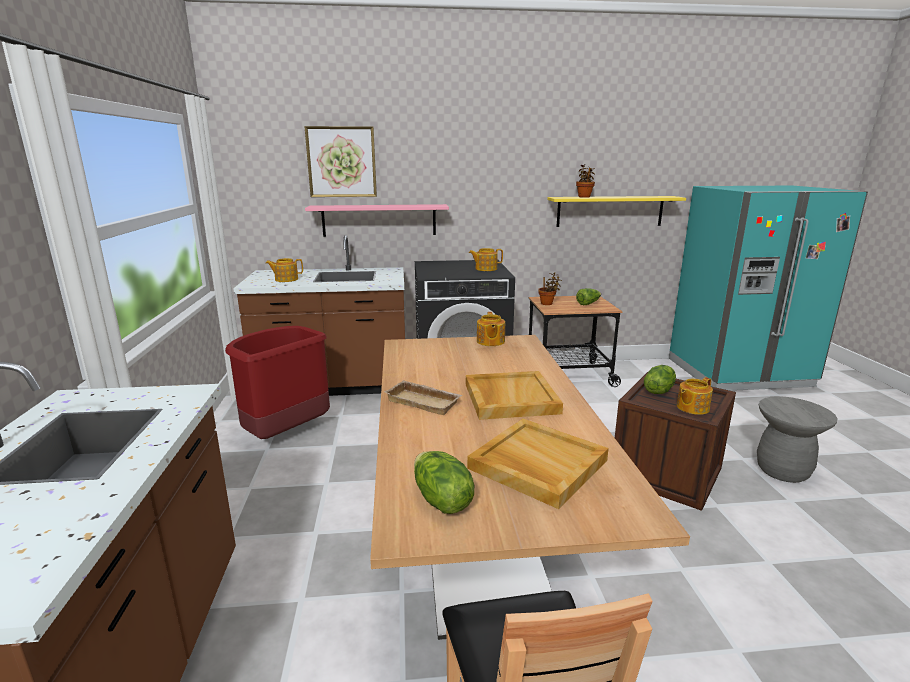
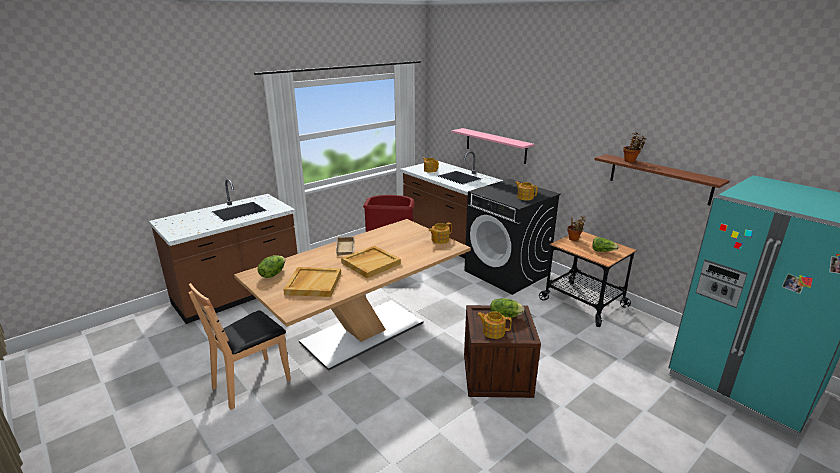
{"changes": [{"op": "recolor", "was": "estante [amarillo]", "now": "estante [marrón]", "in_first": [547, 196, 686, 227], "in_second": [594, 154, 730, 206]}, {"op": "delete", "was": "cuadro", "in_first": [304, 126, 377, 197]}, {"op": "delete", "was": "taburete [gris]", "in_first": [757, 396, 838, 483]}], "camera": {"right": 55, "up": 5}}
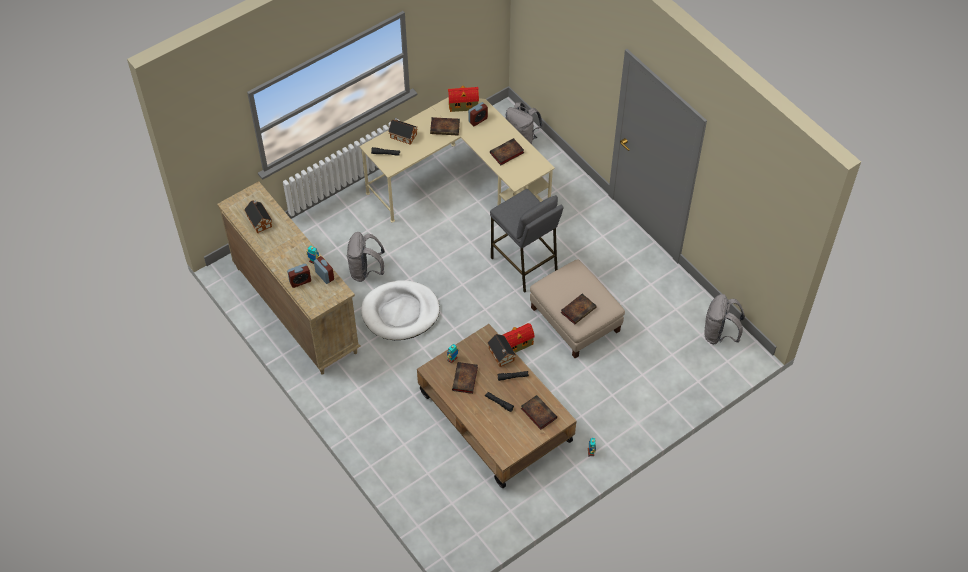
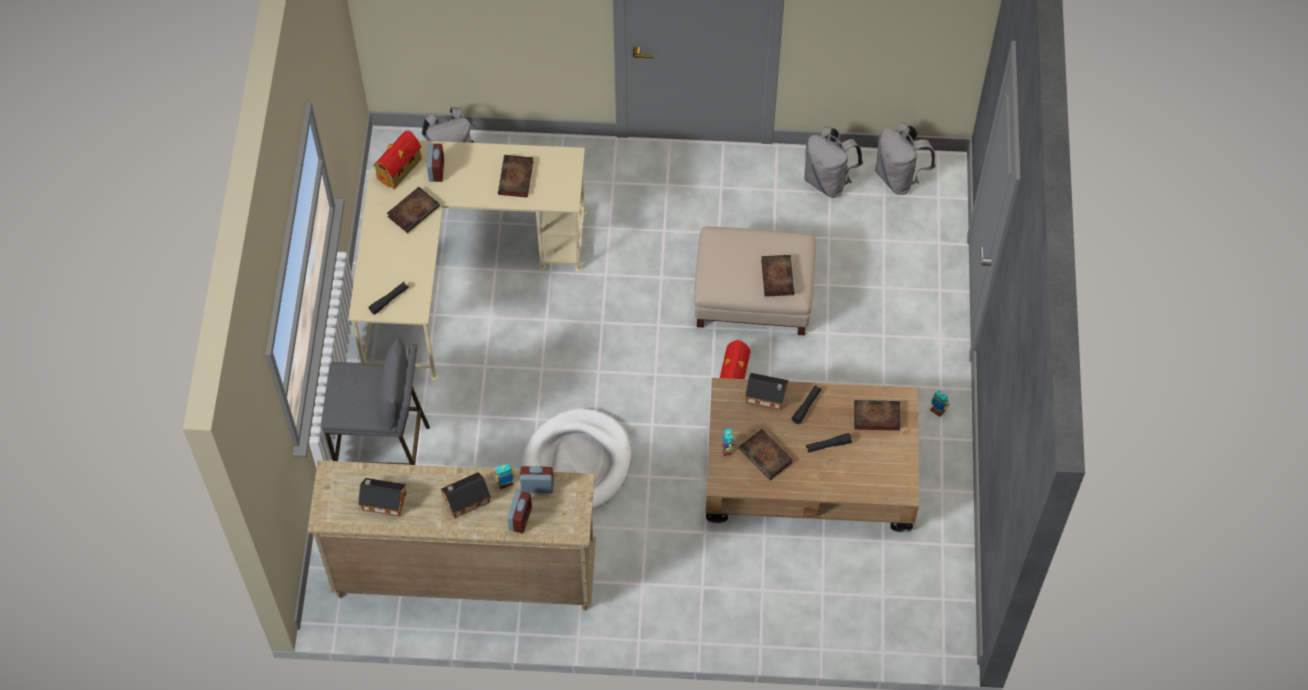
{"changes": [{"op": "move", "was": "taburete [gris]", "in_first": [490, 189, 564, 293], "in_second": [321, 339, 430, 465]}, {"op": "move", "was": "casita", "in_first": [388, 118, 417, 145], "in_second": [441, 472, 491, 518]}, {"op": "move", "was": "mochila [gris]", "in_first": [347, 232, 385, 282], "in_second": [804, 127, 863, 198]}], "camera": {"right": -50, "up": 5}}
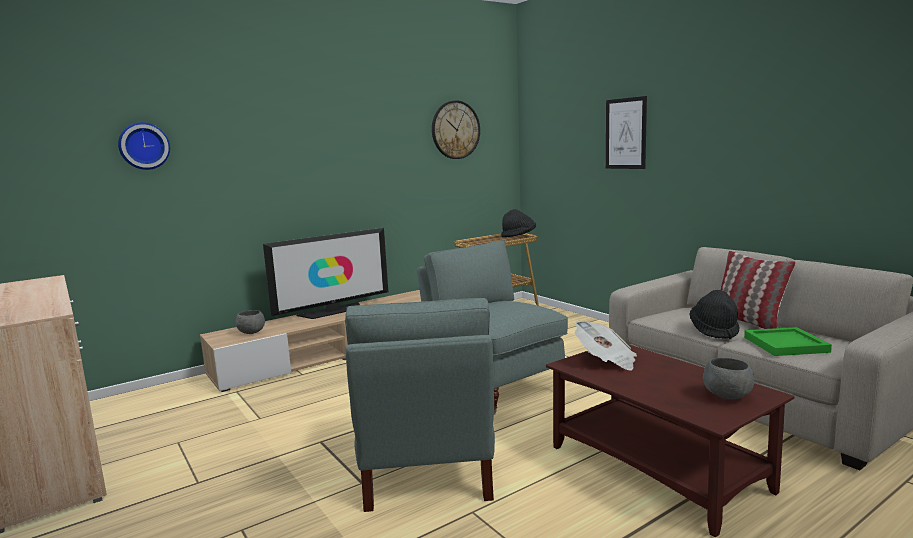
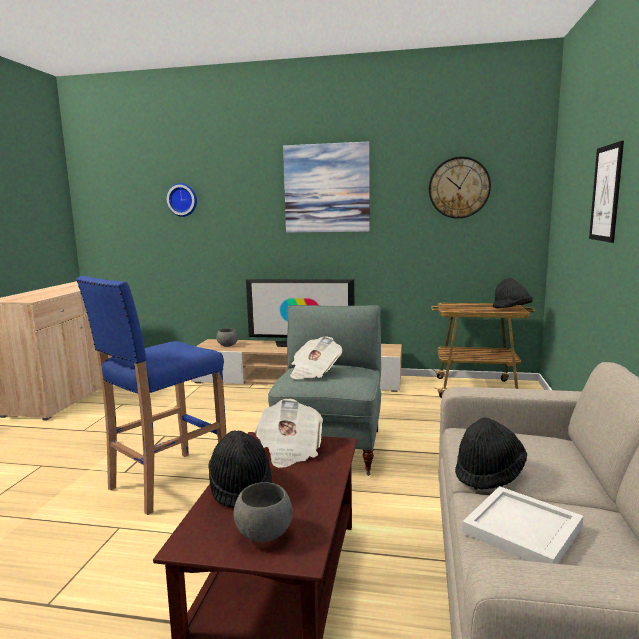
{"changes": [{"op": "replace", "was": "sillón [gris]", "now": "taburete [azul]", "in_first": [345, 298, 495, 512], "in_second": [76, 276, 226, 515]}, {"op": "insert", "now": "sombrero [negro]", "in_second": [208, 430, 272, 508]}, {"op": "insert", "now": "cuadro", "in_second": [283, 142, 370, 233]}, {"op": "insert", "now": "periódico", "in_second": [290, 336, 342, 379]}, {"op": "recolor", "was": "bandeja [verde]", "now": "bandeja [blanco]", "in_first": [744, 327, 832, 356], "in_second": [462, 486, 583, 564]}, {"op": "delete", "was": "cojín", "in_first": [720, 251, 796, 329]}], "camera": {"right": 45, "up": 0}}
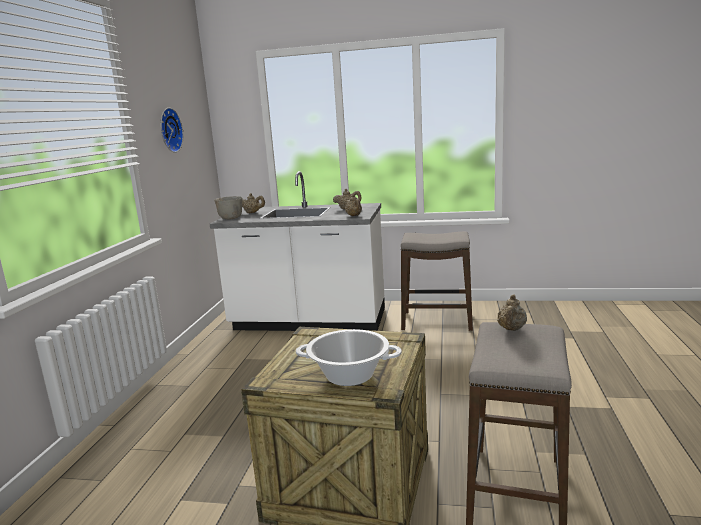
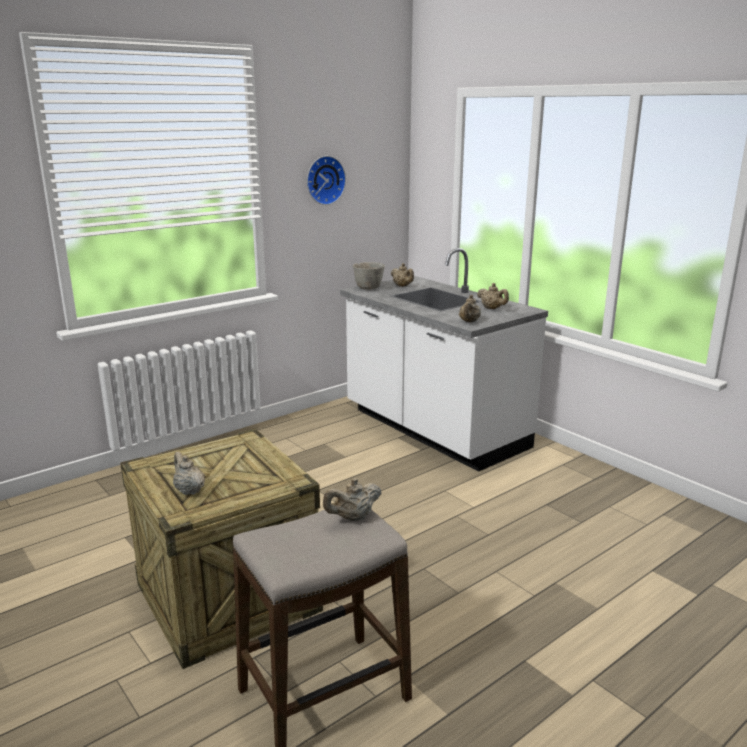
{"changes": [{"op": "replace", "was": "olla", "now": "tetera [beis]", "in_first": [296, 329, 402, 386], "in_second": [173, 451, 205, 495]}, {"op": "delete", "was": "taburete", "in_first": [401, 231, 473, 331]}], "camera": {"right": 40, "up": 5}}
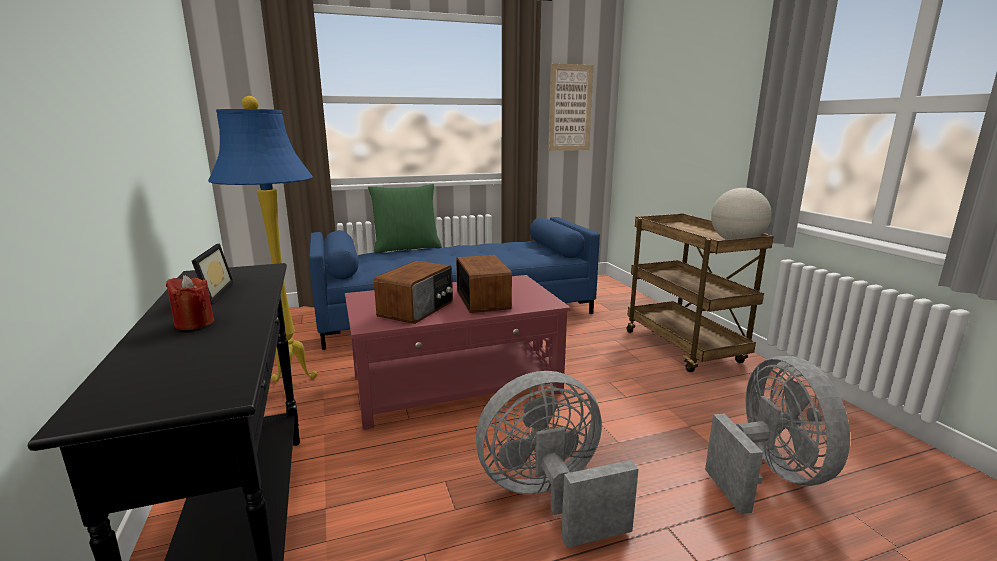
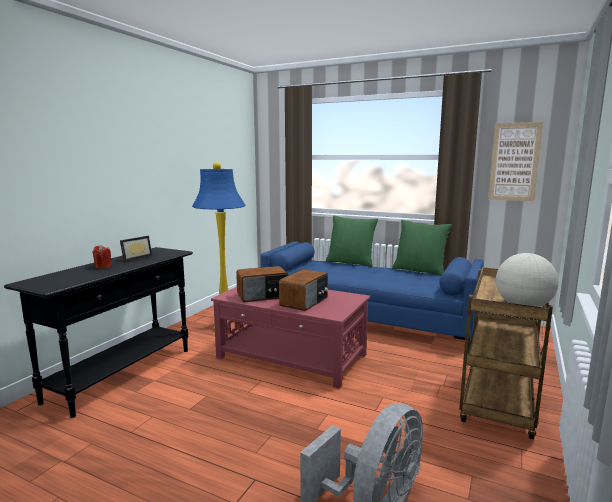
{"changes": [{"op": "insert", "now": "cojín [verde]", "in_second": [392, 220, 452, 276]}, {"op": "delete", "was": "ventilador [gris]", "in_first": [476, 371, 639, 548]}], "camera": {"right": 45, "up": -5}}
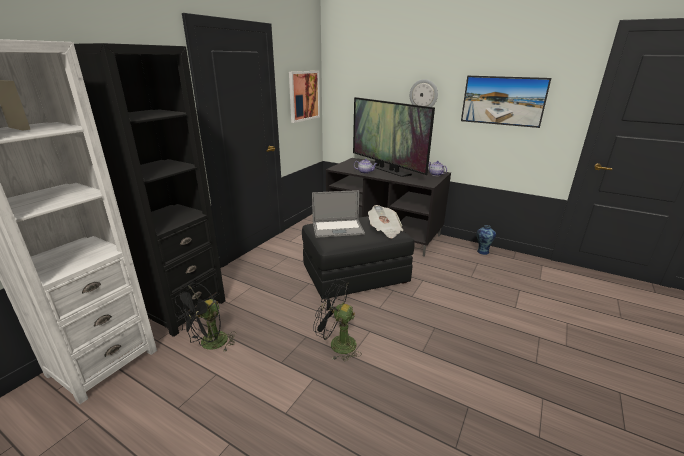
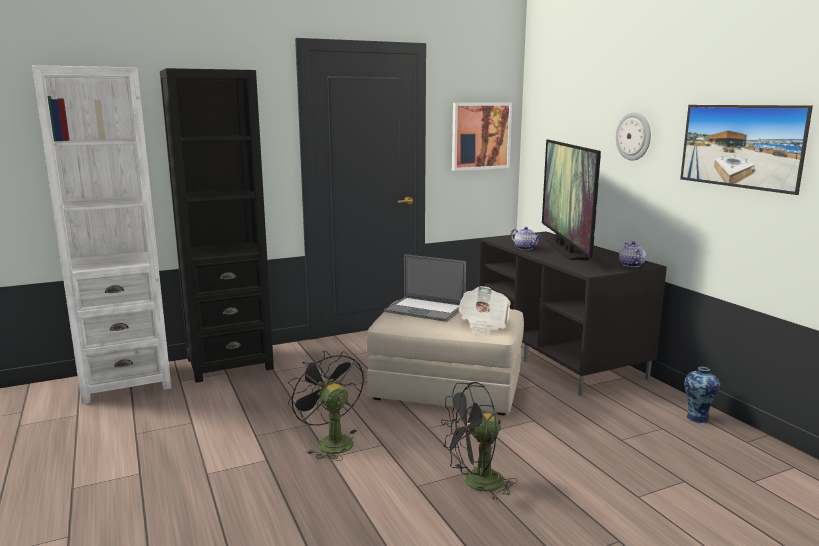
{"changes": [{"op": "recolor", "was": "puf [negro]", "now": "puf [beis]", "in_first": [302, 216, 414, 299], "in_second": [367, 300, 524, 415]}, {"op": "move", "was": "ventilador [negro]", "in_first": [175, 283, 236, 351], "in_second": [441, 382, 517, 500]}], "camera": {"right": 35, "up": -10}}
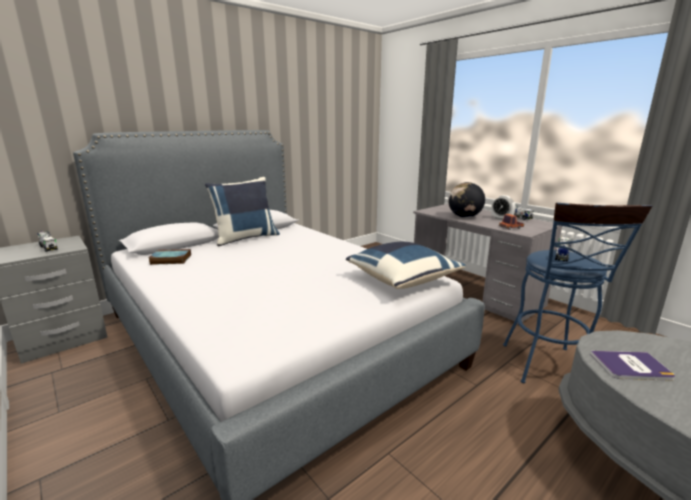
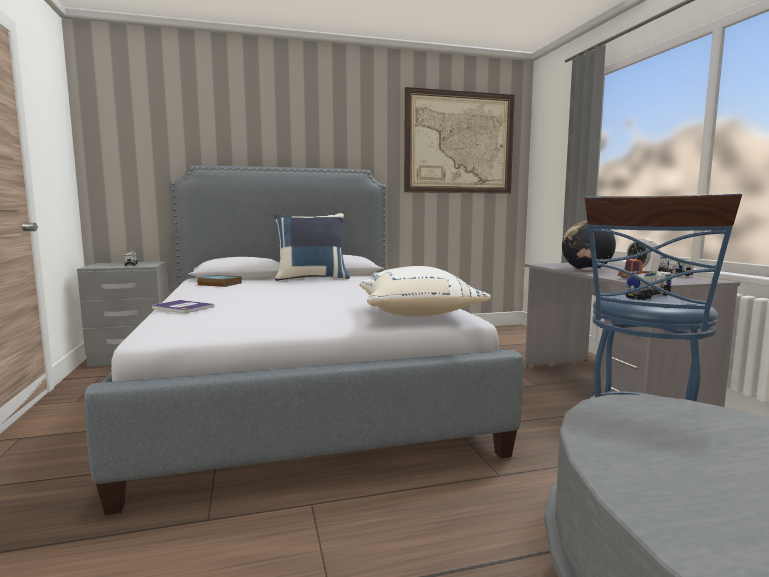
{"changes": [{"op": "move", "was": "libro", "in_first": [590, 351, 675, 380], "in_second": [152, 300, 214, 313]}, {"op": "recolor", "was": "cojín [azul]", "now": "cojín [blanco]", "in_first": [346, 241, 466, 289], "in_second": [359, 266, 491, 317]}, {"op": "insert", "now": "cuadro", "in_second": [404, 87, 515, 194]}], "camera": {"right": 25, "up": -10}}
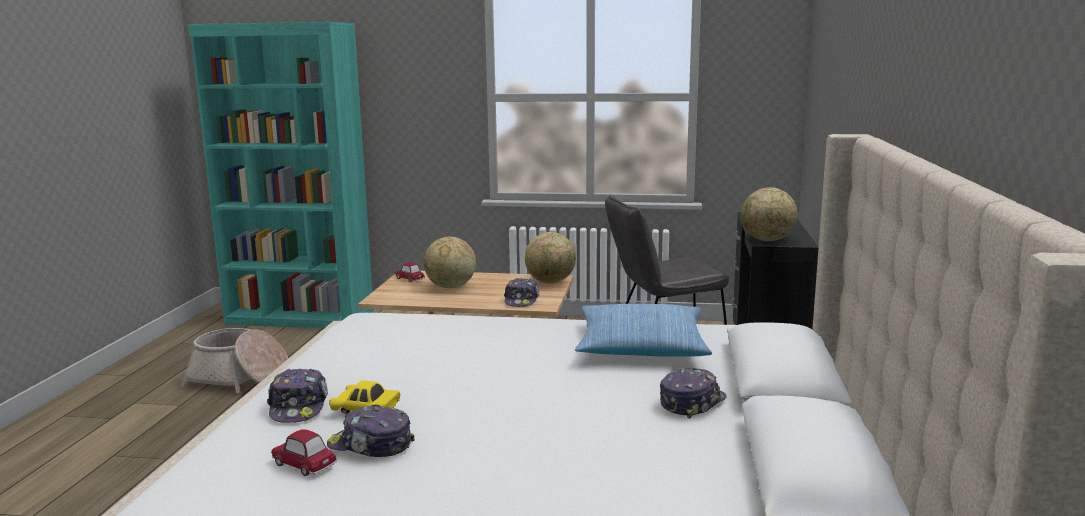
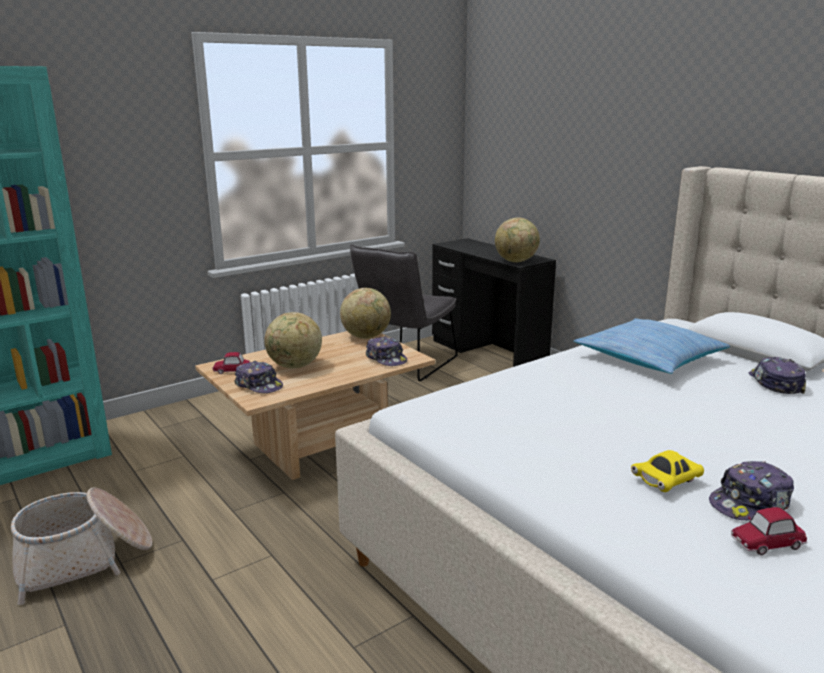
{"changes": [{"op": "move", "was": "gorra", "in_first": [267, 368, 328, 423], "in_second": [234, 361, 283, 393]}], "camera": {"right": -45, "up": 5}}
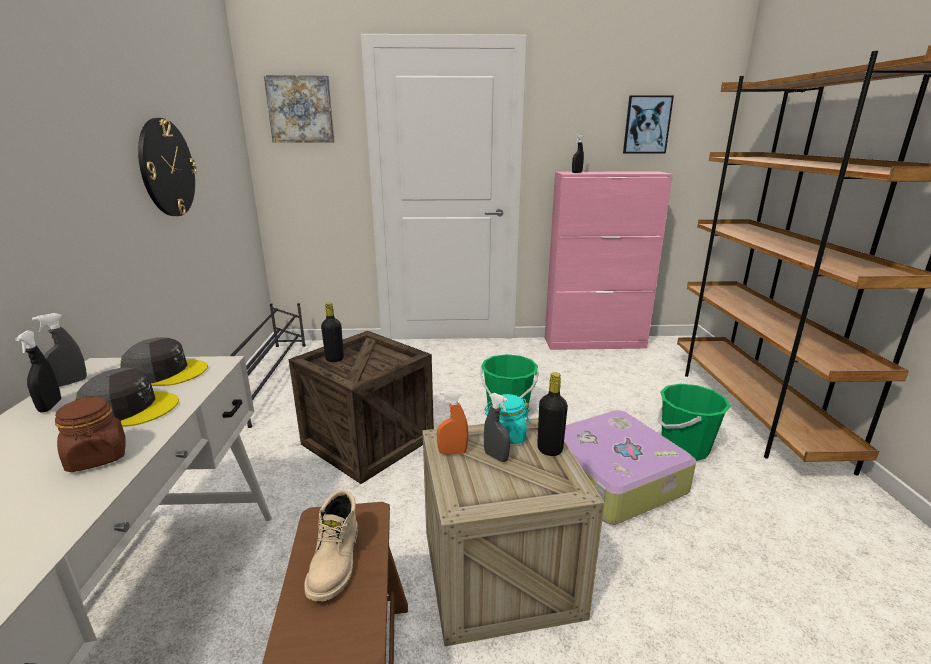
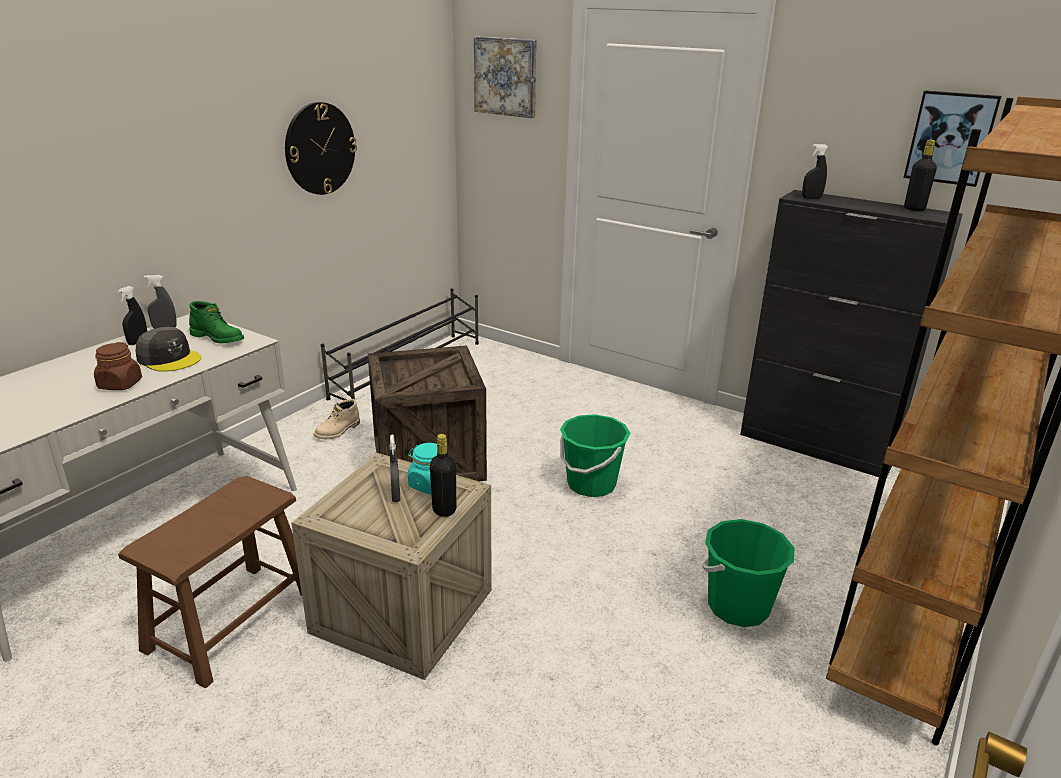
{"changes": [{"op": "replace", "was": "gorra [gris]", "now": "bota [verde]", "in_first": [120, 337, 208, 386], "in_second": [189, 301, 244, 343]}, {"op": "move", "was": "bota [beis]", "in_first": [305, 490, 358, 602], "in_second": [314, 399, 360, 439]}, {"op": "recolor", "was": "armario [rosa]", "now": "armario [negro]", "in_first": [545, 171, 673, 350], "in_second": [740, 190, 963, 477]}, {"op": "move", "was": "botella [negro]", "in_first": [321, 302, 344, 362], "in_second": [904, 140, 937, 211]}, {"op": "delete", "was": "pulverizador [naranja]", "in_first": [437, 390, 468, 455]}, {"op": "delete", "was": "maleta", "in_first": [564, 410, 696, 525]}], "camera": {"right": 35, "up": 5}}
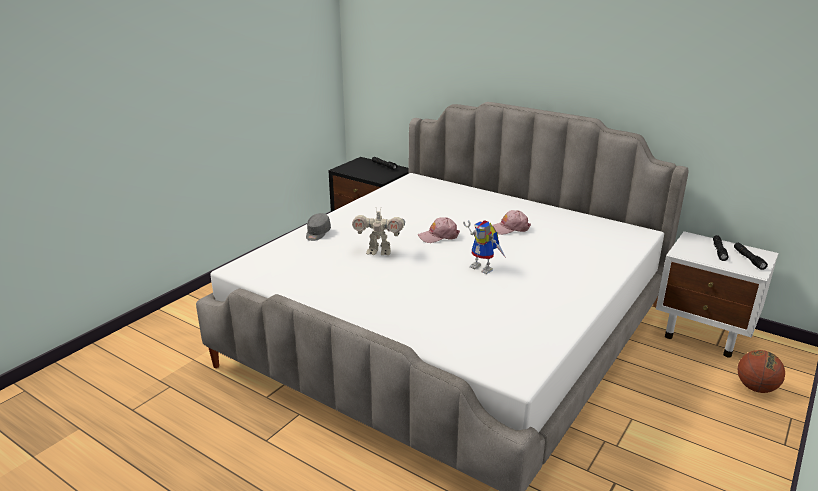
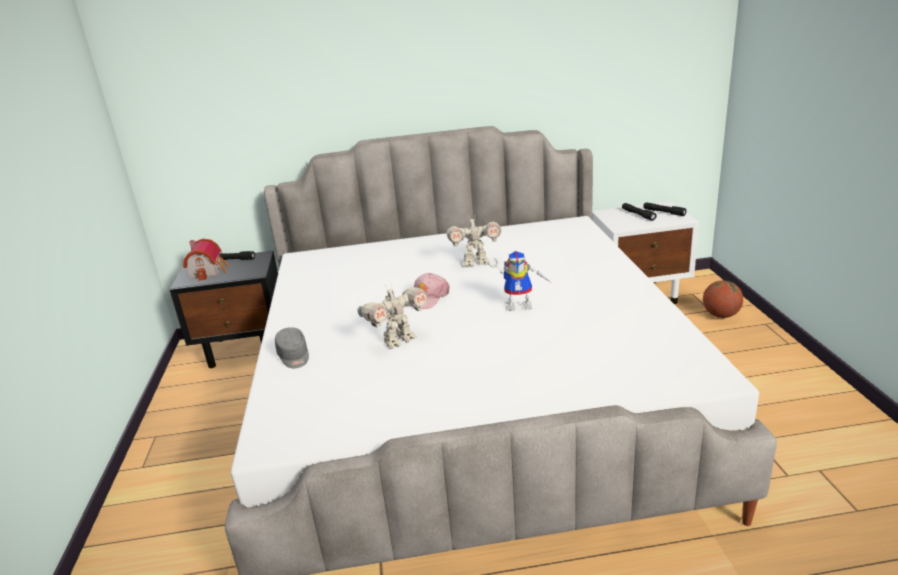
{"changes": [{"op": "insert", "now": "casita", "in_second": [183, 239, 229, 281]}, {"op": "replace", "was": "gorra [rosa]", "now": "robot de juguete", "in_first": [492, 210, 531, 235], "in_second": [446, 216, 501, 267]}], "camera": {"right": -40, "up": 0}}
